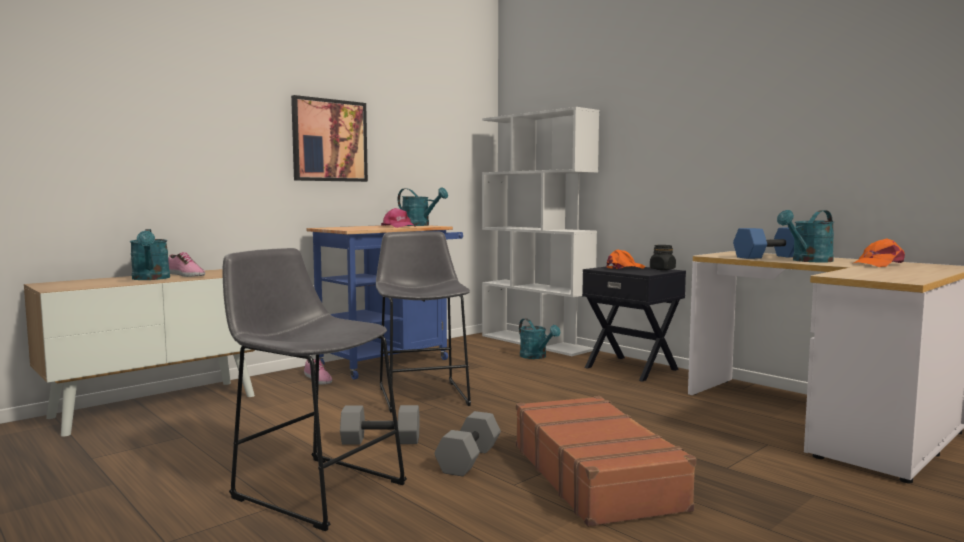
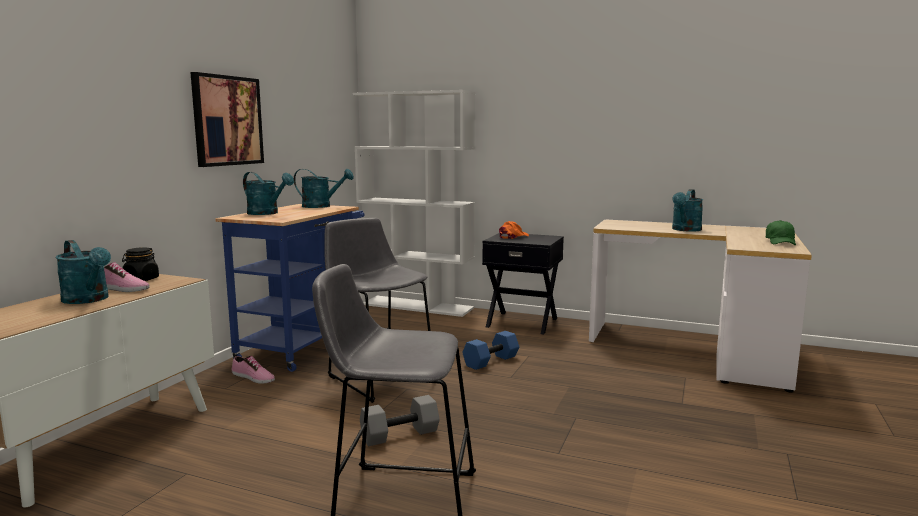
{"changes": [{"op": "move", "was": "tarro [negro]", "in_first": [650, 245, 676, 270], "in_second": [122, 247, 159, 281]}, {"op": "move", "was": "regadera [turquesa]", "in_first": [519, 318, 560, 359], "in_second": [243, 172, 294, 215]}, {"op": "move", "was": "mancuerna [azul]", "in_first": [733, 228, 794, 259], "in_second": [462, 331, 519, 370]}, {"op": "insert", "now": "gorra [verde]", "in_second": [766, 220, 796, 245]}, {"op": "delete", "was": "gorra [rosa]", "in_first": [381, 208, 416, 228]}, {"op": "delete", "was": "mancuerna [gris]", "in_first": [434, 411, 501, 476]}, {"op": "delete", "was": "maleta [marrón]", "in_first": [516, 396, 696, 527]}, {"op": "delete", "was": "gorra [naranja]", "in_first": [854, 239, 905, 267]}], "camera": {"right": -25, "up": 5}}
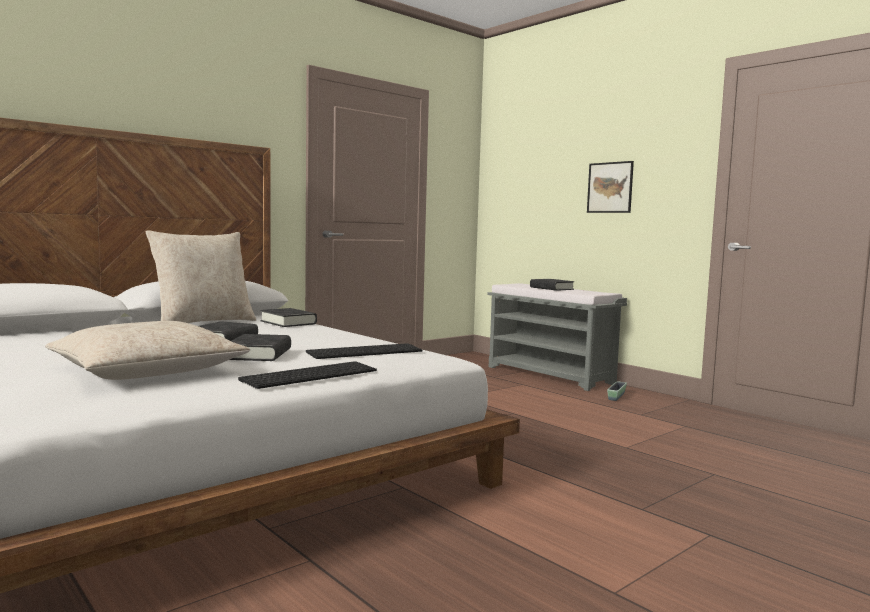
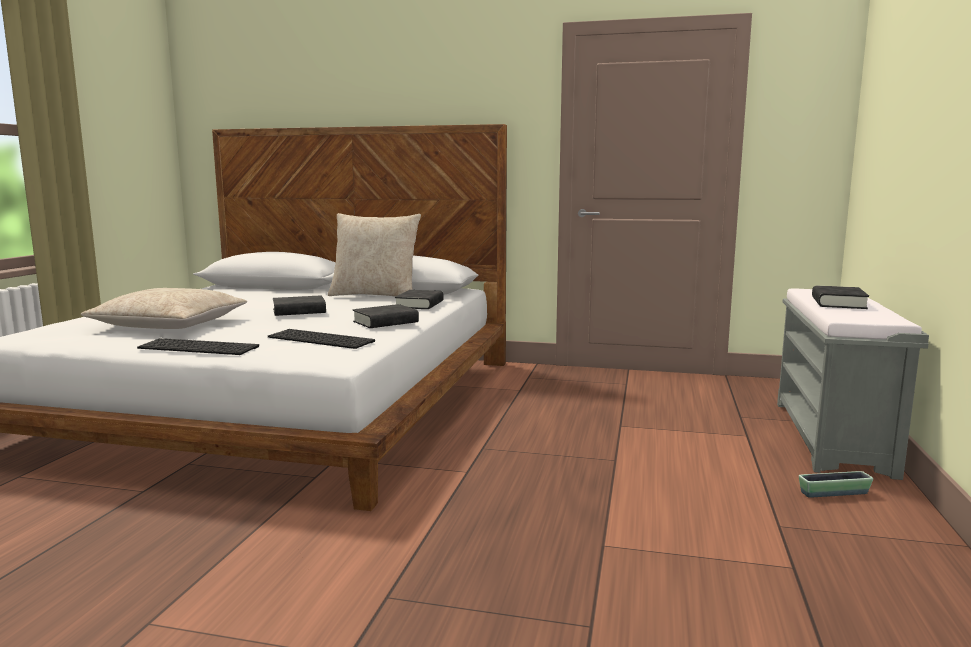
{"changes": [{"op": "move", "was": "libro [negro]", "in_first": [230, 334, 291, 361], "in_second": [353, 304, 419, 328]}, {"op": "delete", "was": "cuadro", "in_first": [587, 161, 634, 213]}], "camera": {"right": 55, "up": 5}}
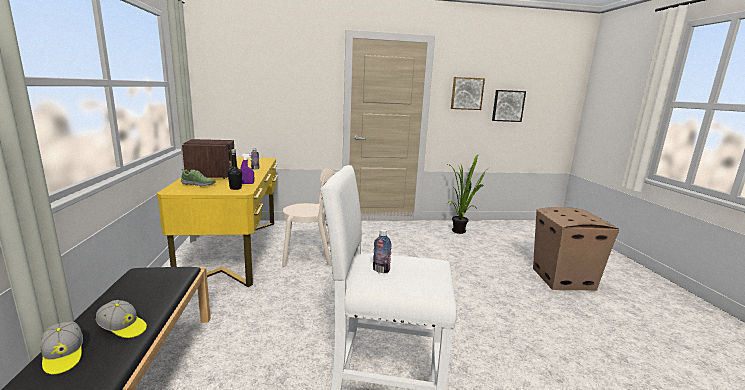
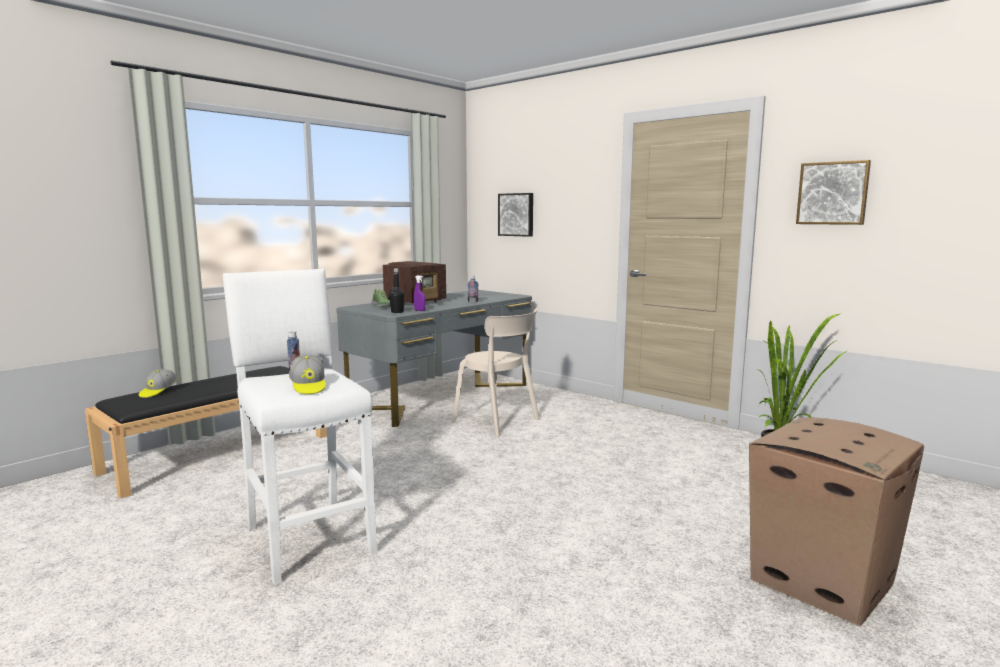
{"changes": [{"op": "move", "was": "gorra", "in_first": [96, 300, 147, 338], "in_second": [290, 355, 325, 394]}, {"op": "recolor", "was": "escritorio [amarillo]", "now": "escritorio [gris]", "in_first": [156, 157, 278, 287], "in_second": [336, 290, 532, 427]}, {"op": "move", "was": "cuadro", "in_first": [492, 90, 526, 122], "in_second": [498, 193, 533, 237]}], "camera": {"right": 50, "up": -5}}
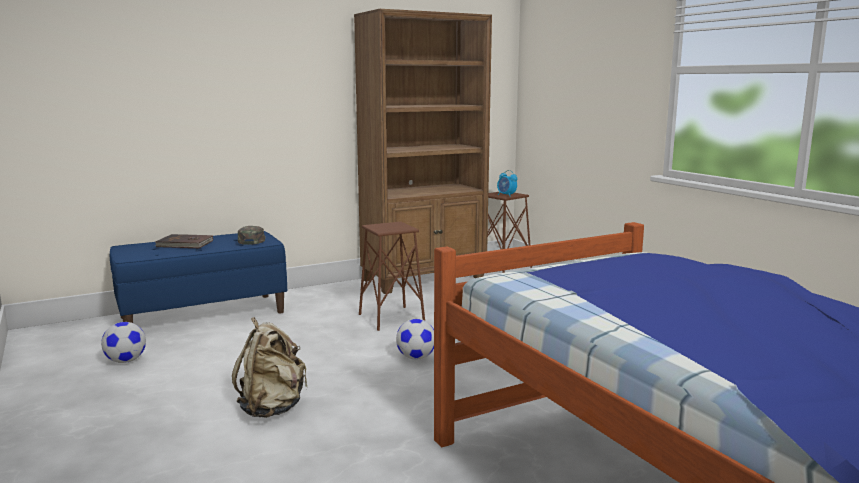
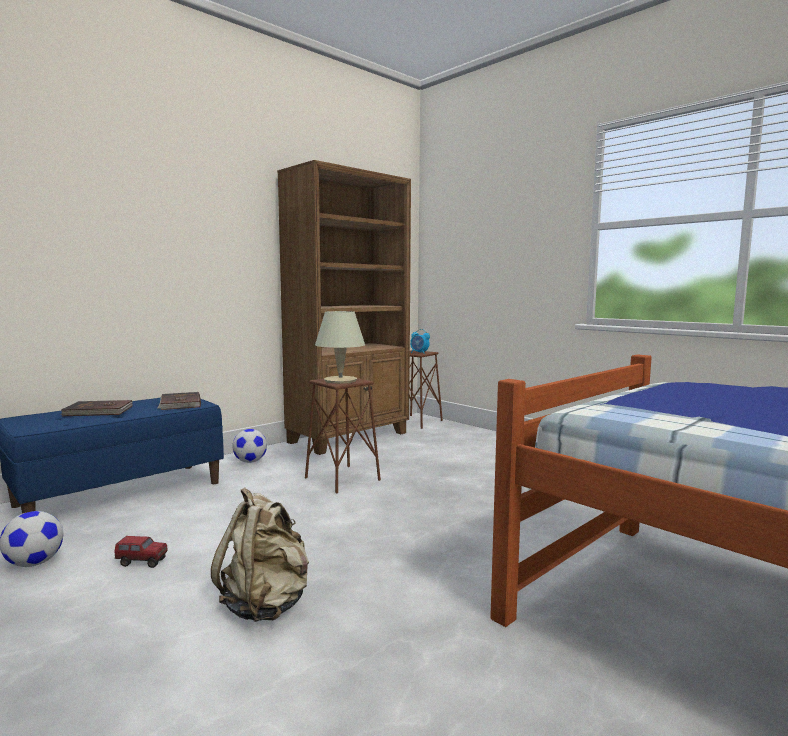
{"changes": [{"op": "insert", "now": "camión de juguete", "in_second": [114, 536, 167, 568]}, {"op": "replace", "was": "gorra [verde]", "now": "libro [marrón]", "in_first": [238, 226, 266, 245], "in_second": [158, 392, 201, 410]}, {"op": "move", "was": "balón de fútbol", "in_first": [396, 319, 434, 359], "in_second": [232, 429, 267, 463]}, {"op": "insert", "now": "lámpara de mesa [beis]", "in_second": [315, 311, 365, 384]}], "camera": {"right": -15, "up": -5}}
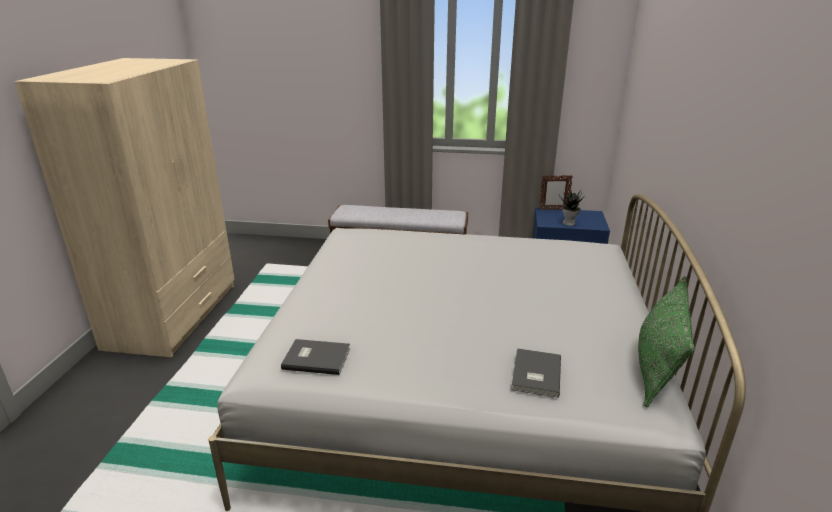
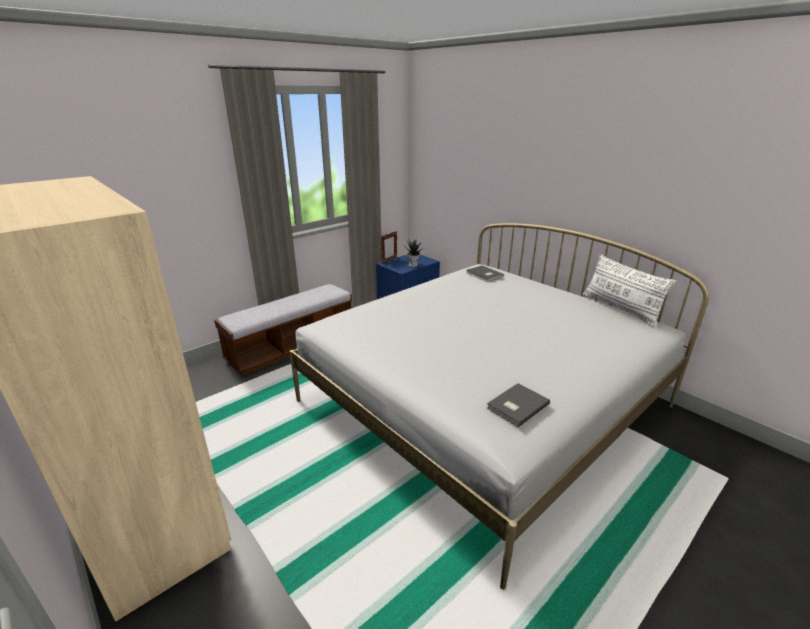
{"changes": [{"op": "move", "was": "libro [gris]", "in_first": [511, 348, 561, 398], "in_second": [466, 265, 504, 282]}, {"op": "recolor", "was": "cojín [verde]", "now": "cojín [blanco]", "in_first": [638, 276, 694, 408], "in_second": [583, 255, 677, 327]}], "camera": {"right": -50, "up": 0}}
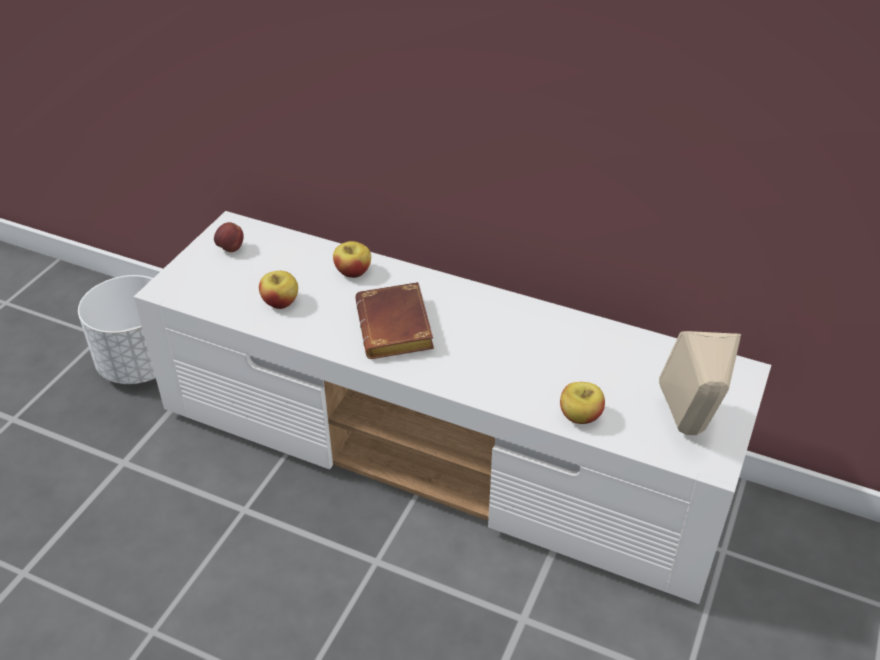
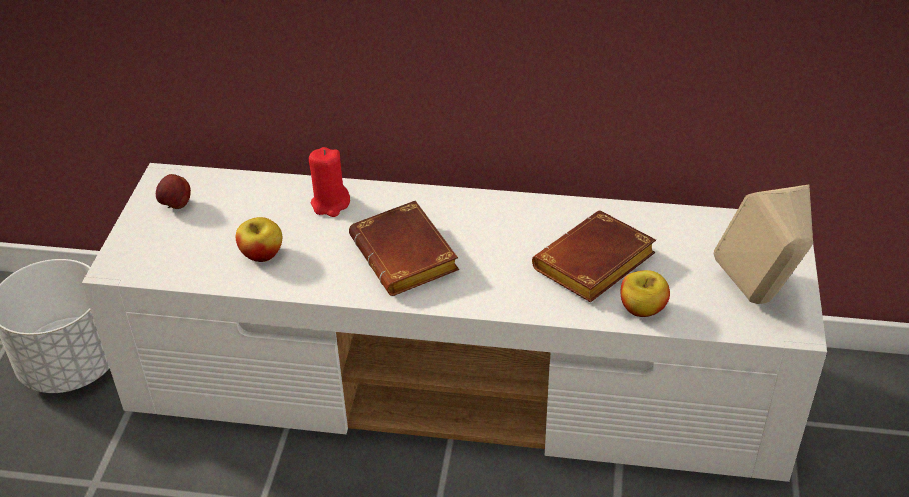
{"changes": [{"op": "replace", "was": "manzana", "now": "vela [rojo]", "in_first": [333, 241, 371, 278], "in_second": [309, 147, 350, 217]}, {"op": "insert", "now": "libro [marrón]", "in_second": [532, 210, 656, 303]}], "camera": {"right": -15, "up": 0}}
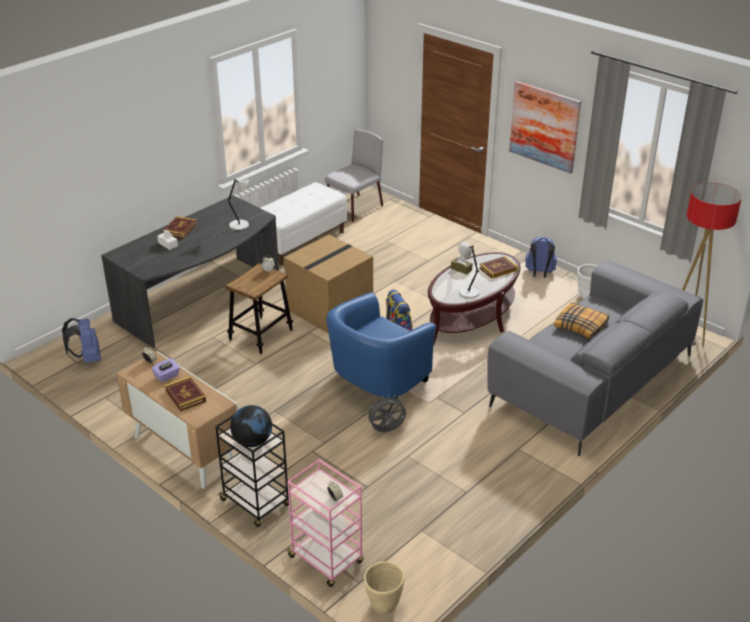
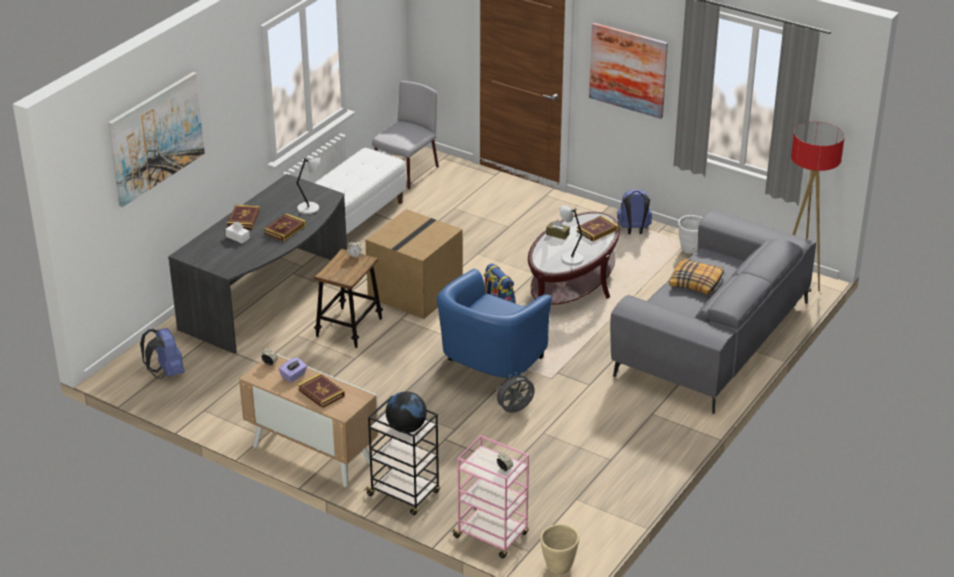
{"changes": [{"op": "insert", "now": "cuadro", "in_second": [108, 72, 205, 207]}, {"op": "insert", "now": "libro", "in_second": [264, 213, 306, 241]}], "camera": {"right": -10, "up": 0}}
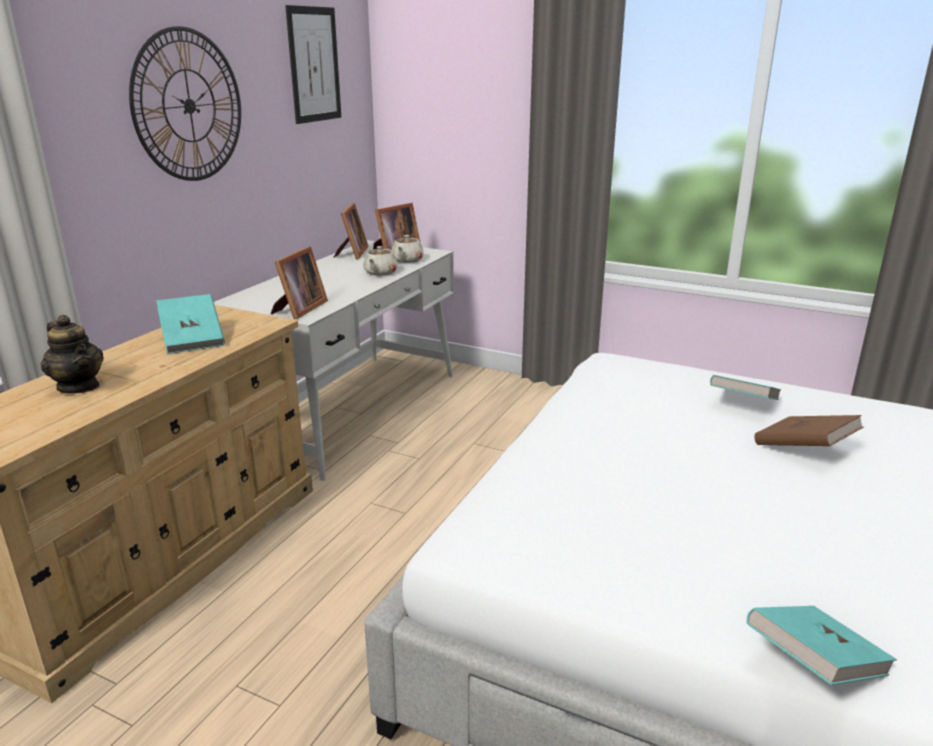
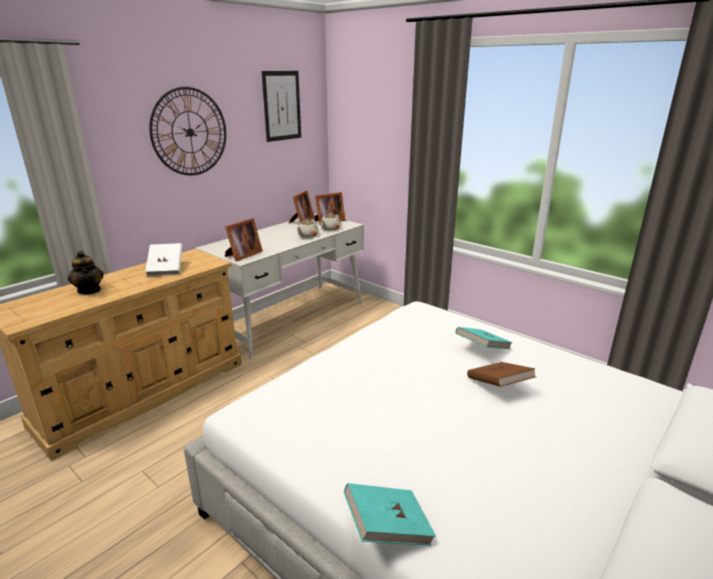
{"changes": [{"op": "recolor", "was": "libro [turquesa]", "now": "libro [blanco]", "in_first": [156, 294, 225, 354], "in_second": [145, 243, 183, 276]}], "camera": {"right": 15, "up": 0}}
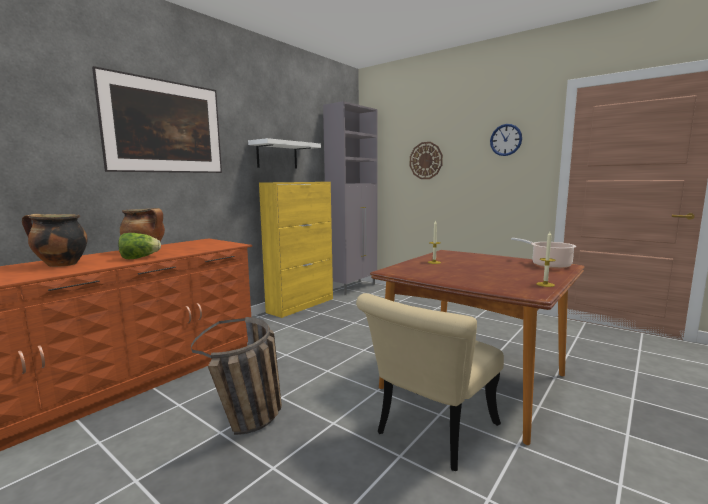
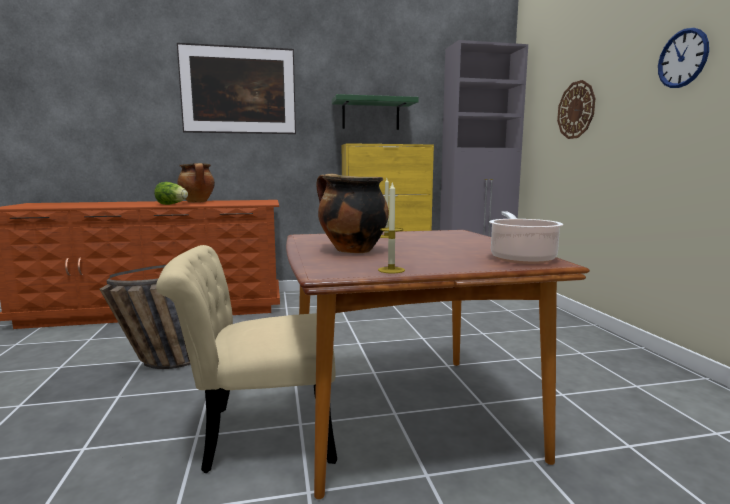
{"changes": [{"op": "move", "was": "olla", "in_first": [22, 214, 88, 267], "in_second": [316, 173, 389, 253]}, {"op": "recolor", "was": "estante [blanco]", "now": "estante [verde]", "in_first": [248, 138, 321, 169], "in_second": [332, 94, 419, 130]}], "camera": {"right": 40, "up": 0}}
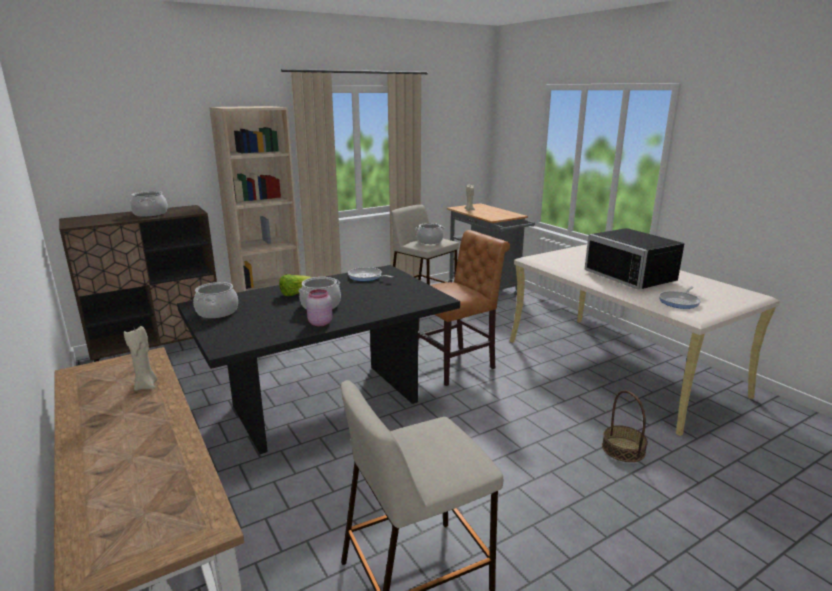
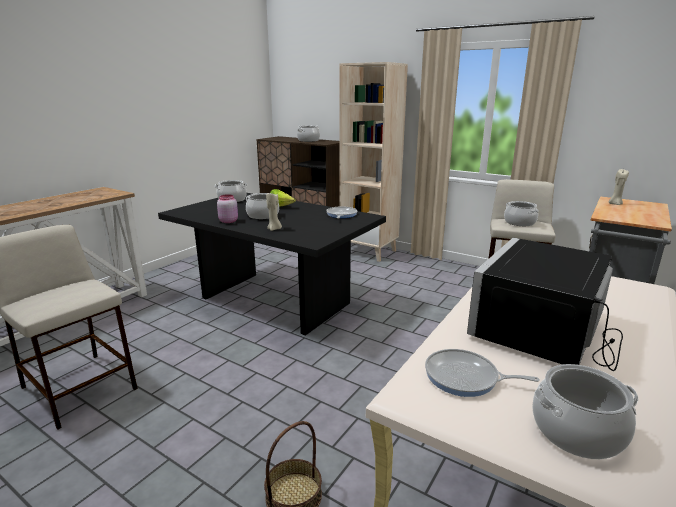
{"changes": [{"op": "move", "was": "vela [beis]", "in_first": [124, 326, 157, 391], "in_second": [266, 193, 282, 231]}, {"op": "insert", "now": "olla", "in_second": [532, 364, 638, 459]}, {"op": "delete", "was": "silla [marrón]", "in_first": [418, 230, 510, 386]}], "camera": {"right": 65, "up": 0}}
